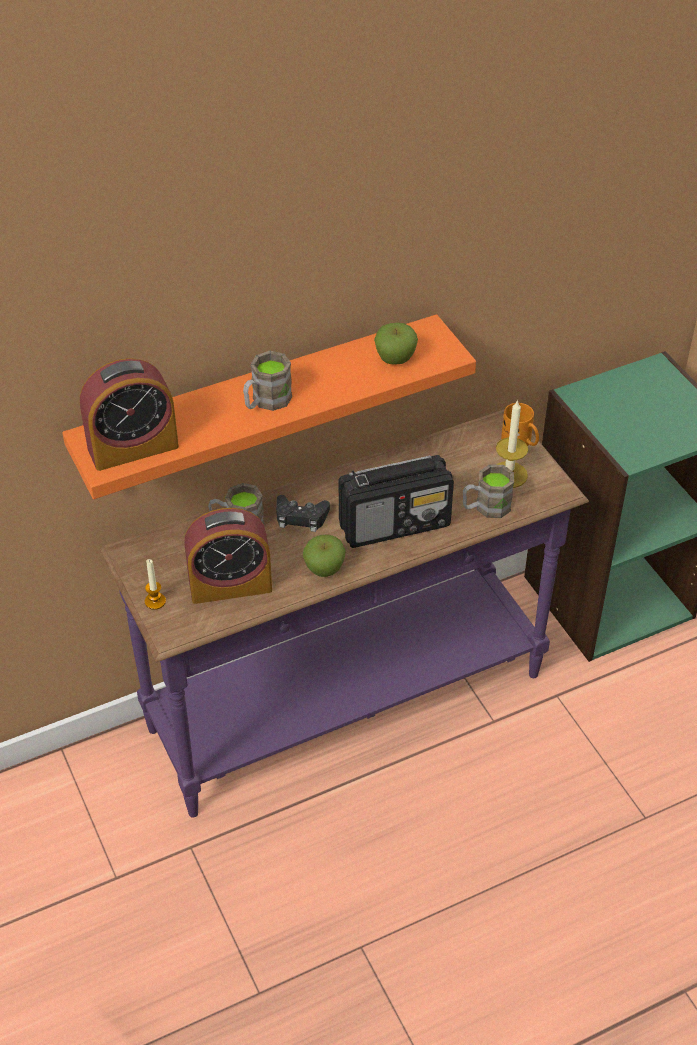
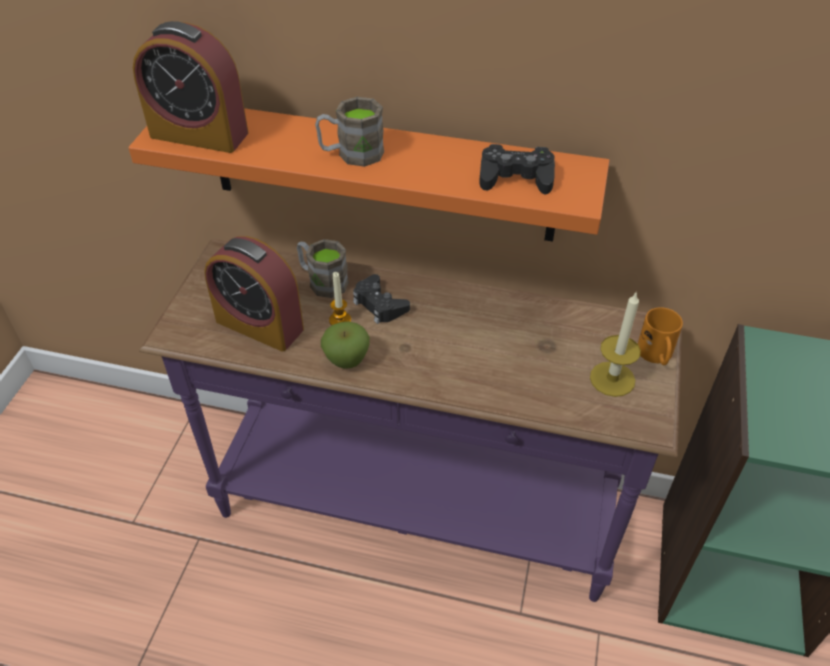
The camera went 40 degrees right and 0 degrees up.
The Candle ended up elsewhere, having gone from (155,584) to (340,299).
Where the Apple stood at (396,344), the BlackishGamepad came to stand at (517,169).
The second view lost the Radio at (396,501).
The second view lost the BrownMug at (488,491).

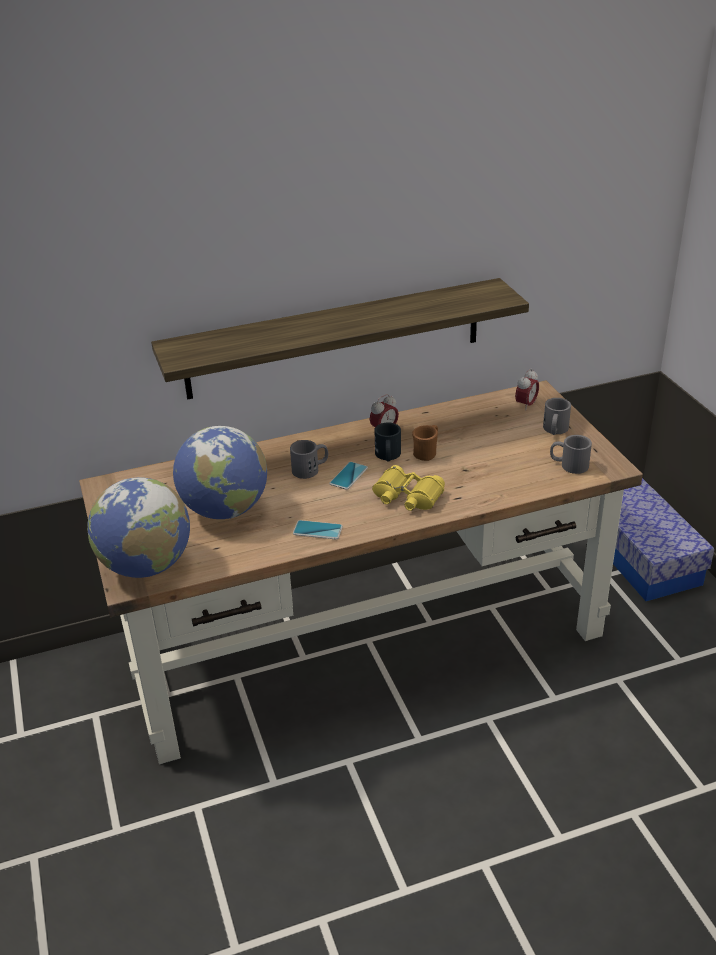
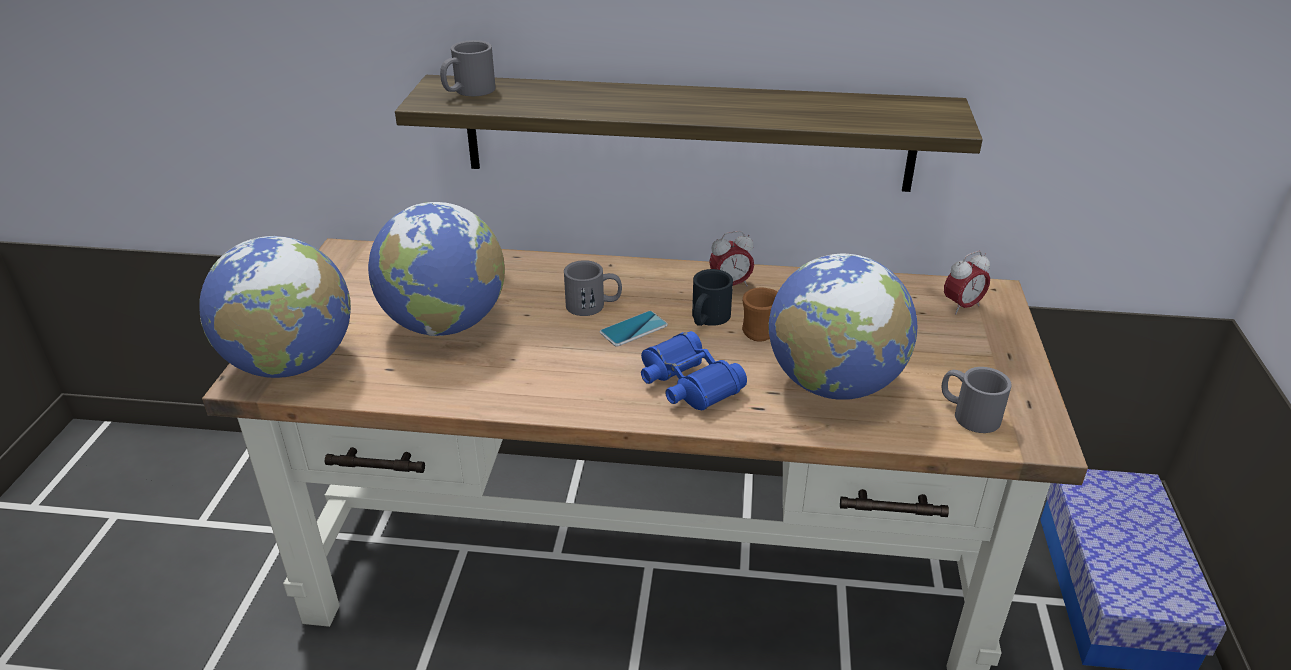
The camera went 25 degrees right and 0 degrees up.
The GreyishMug ended up elsewhere, having gone from (557,416) to (468,68).
What was the YellowColouredFieldGlasses at (408,488) turned into the BlueFieldGlasses at (694,370).
The second view gained the WorldGlobe at (842,327).
The second view lost the Telephone at (318,529).

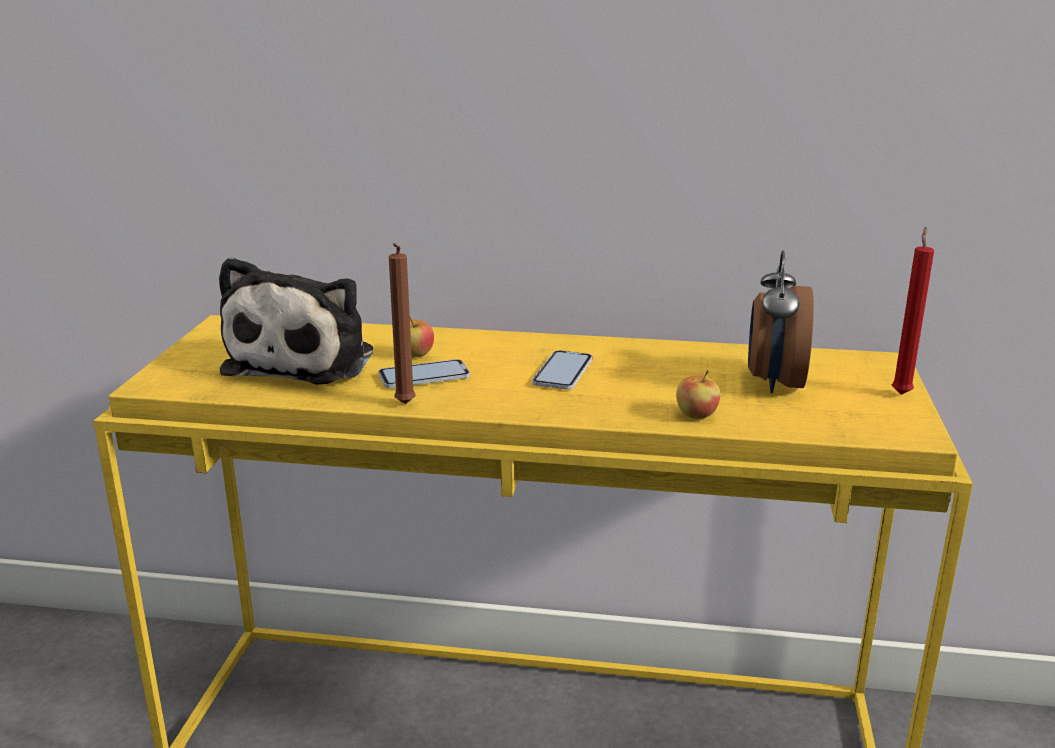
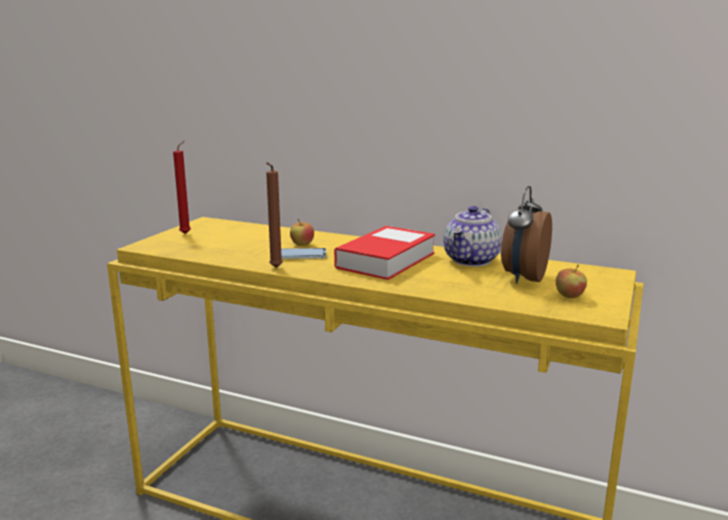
The camera went 15 degrees right and 5 degrees down.
The ReddishCandle ended up elsewhere, having gone from (913,311) to (182,187).
Where the Telephone stood at (562,370), the Book came to stand at (384,253).
The second view gained the Teapot at (472,236).
The Apple ended up elsewhere, having gone from (698,394) to (571,281).
The second view lost the SoftToy at (296,321).

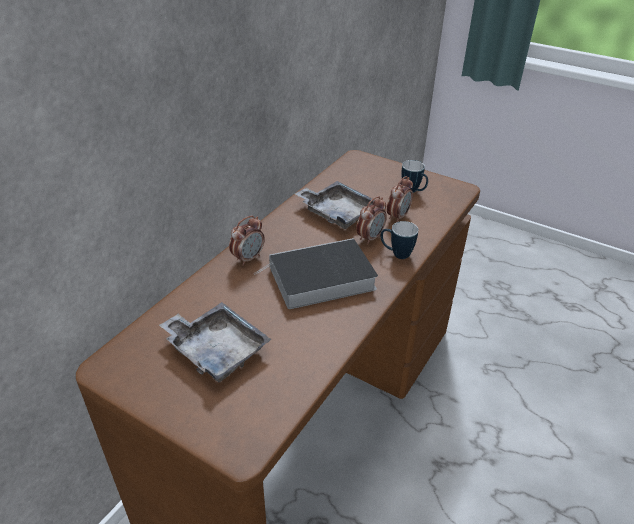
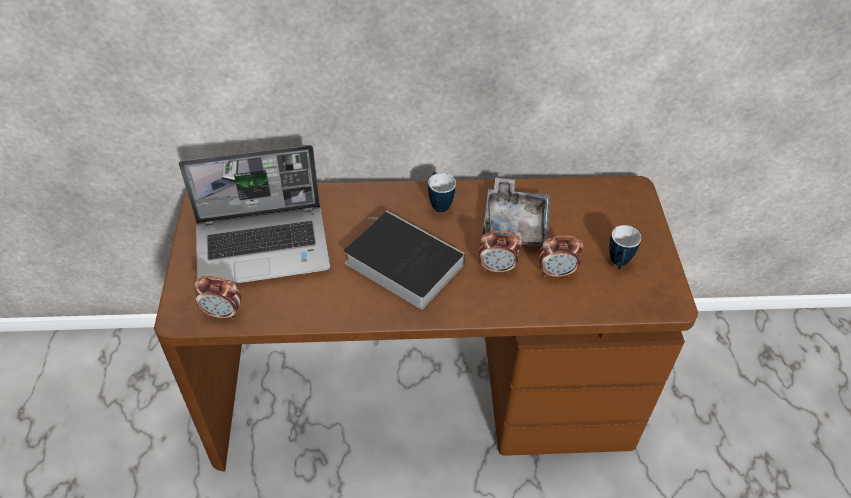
The camera went 55 degrees right and 10 degrees up.
Where the GreyishCarryingTray stood at (216,342), the NotebookComputer came to stand at (254,214).
The BedsideClock ended up elsewhere, having gone from (247,240) to (217,298).
The Mug ended up elsewhere, having gone from (399,240) to (442,192).

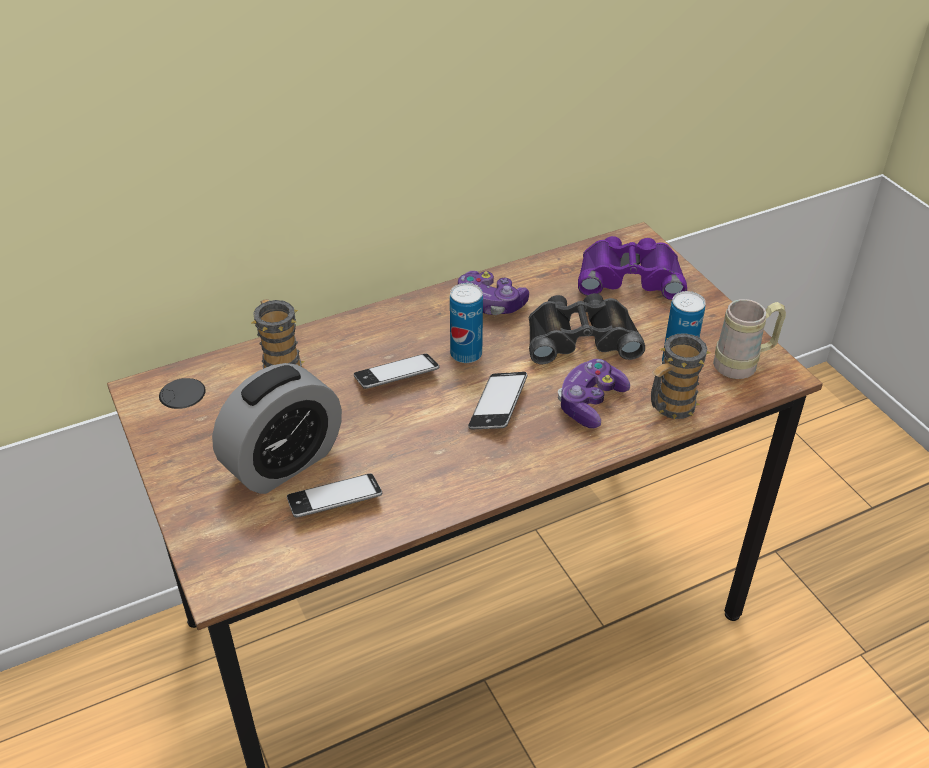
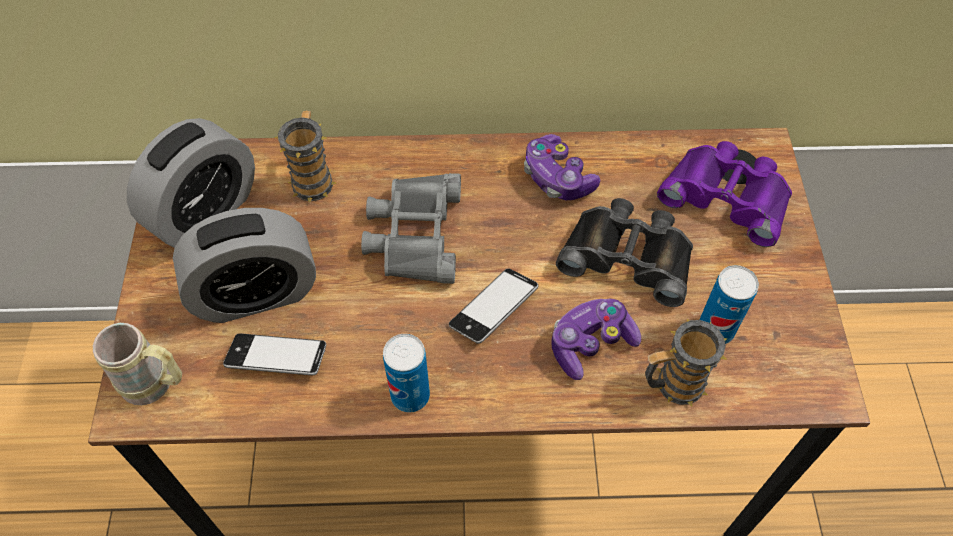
The camera went 25 degrees right and 15 degrees up.
The BeigeColouredMug ended up elsewhere, having gone from (749,339) to (137,364).
The second view gained the BedsideClock at (191,183).
Where the Telephone stood at (396,371), the GreyishFieldGlasses came to stand at (411,228).
The MetalCan ended up elsewhere, having gone from (466,323) to (406,373).

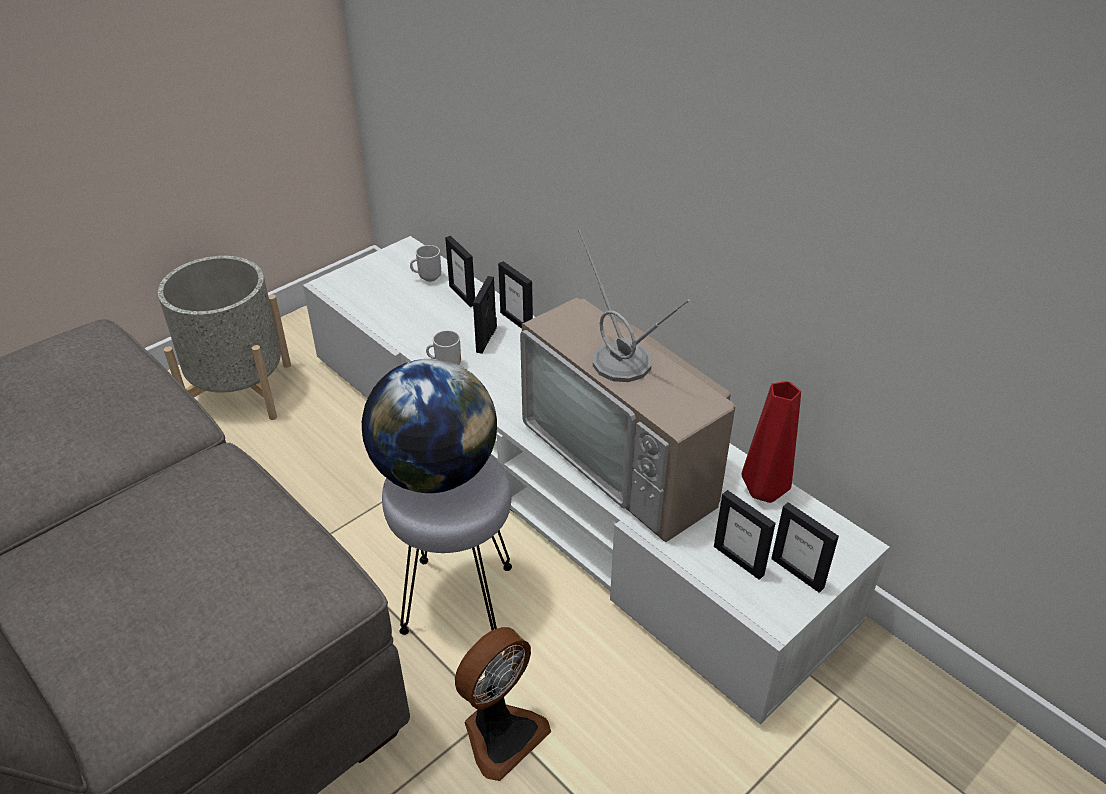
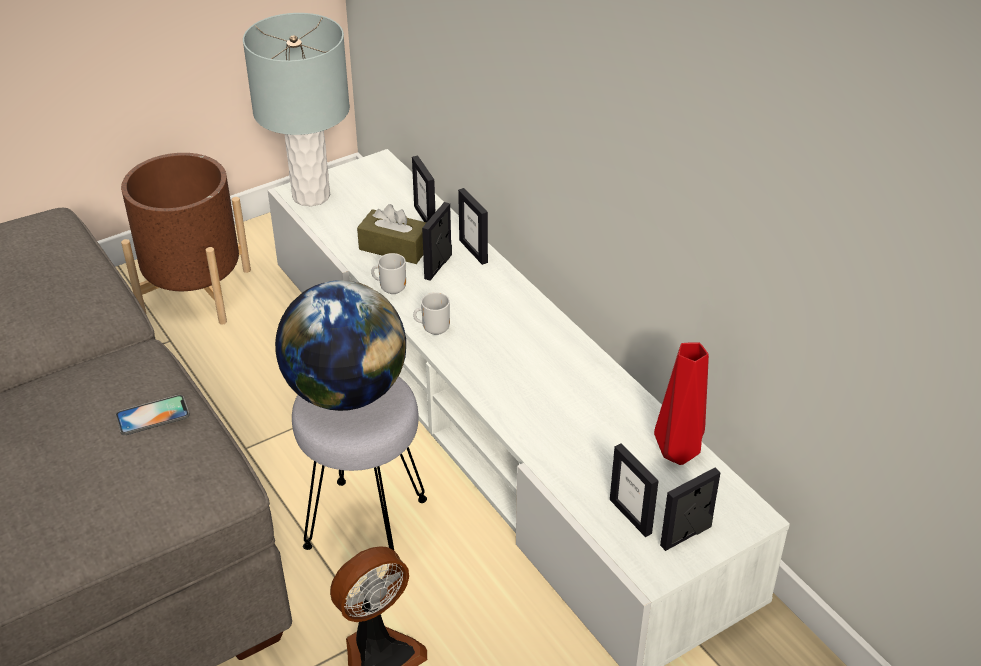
The camera went 10 degrees right and 0 degrees up.
The second view gained the Telephone at (153,415).
What was the GreyishPlantPot at (224,338) turned into the BrownPlantPot at (186,239).
The second view gained the GreyishTabletopLamp at (296,109).
The second view gained the BrownTissueBox at (392,234).
The Mug ended up elsewhere, having gone from (425,263) to (431,313).
The StandingFrame at (805,547) ended up facing another way, 90 degrees clockwise from before.
The second view lost the Television at (628,386).

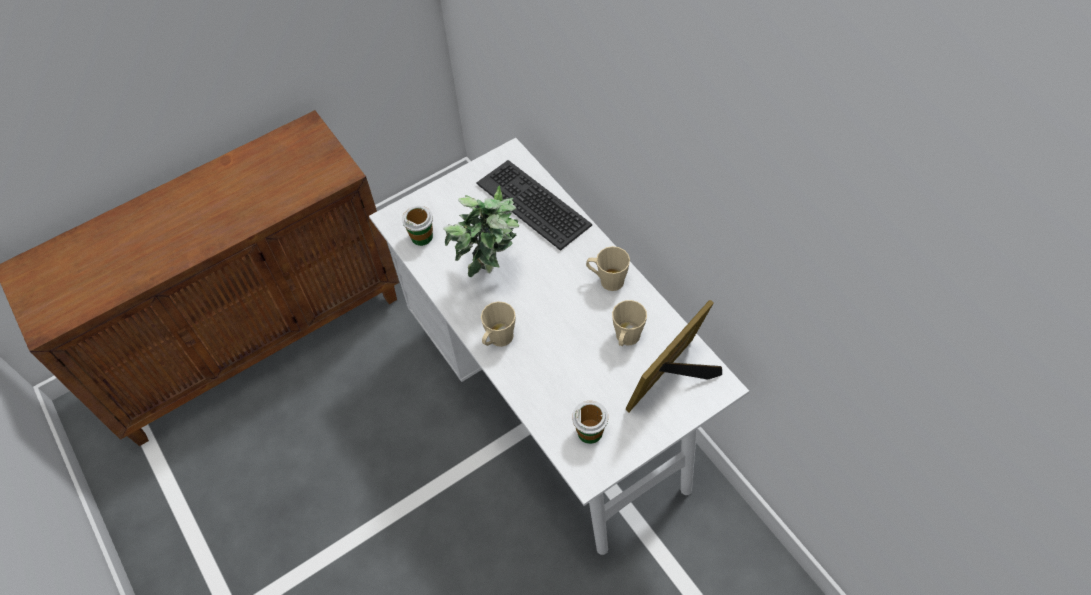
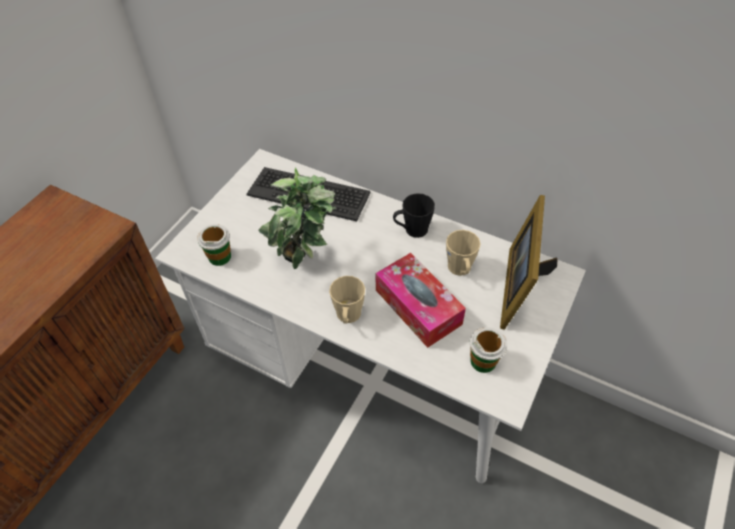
The camera went 30 degrees left and 5 degrees down.
The second view gained the TissueBox at (421,300).
What was the BeigeColouredMug at (608,268) turned into the BlackishMug at (414,215).

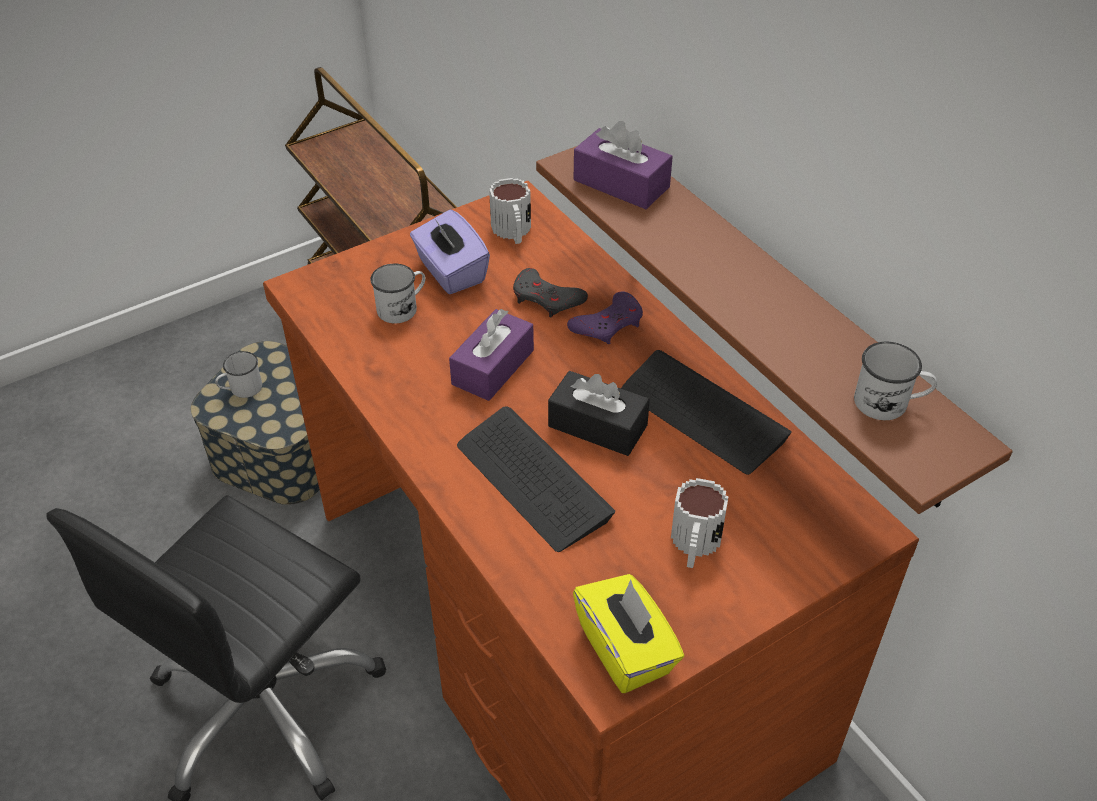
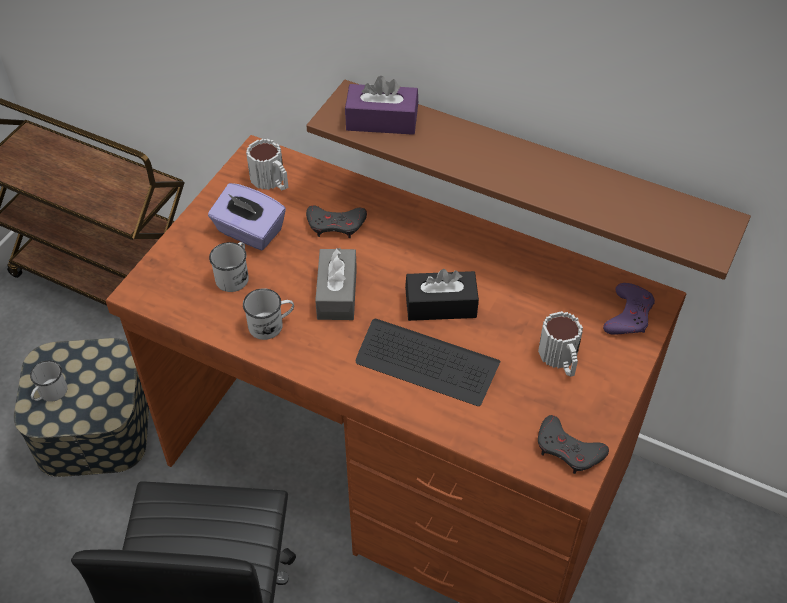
The camera went 30 degrees left and 5 degrees up.
The WhiteColouredMug ended up elsewhere, having gone from (895,381) to (268,314).
What was the PurpleColouredTissueBox at (491,355) turned into the GreyishTissueBox at (336,284).
Where the YellowColouredTissueBox stood at (628,633), the GreyishGamepad came to stand at (573,444).
The PurpleColouredGamepad ended up elsewhere, having gone from (605,317) to (629,309).
The second view lost the ComputerKeyboard at (706,412).

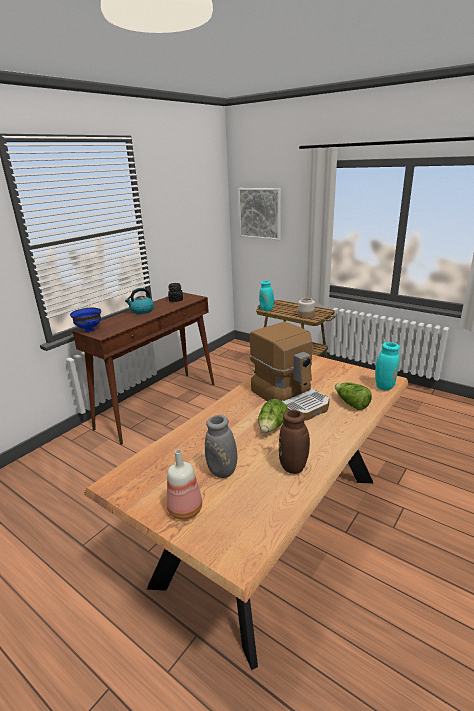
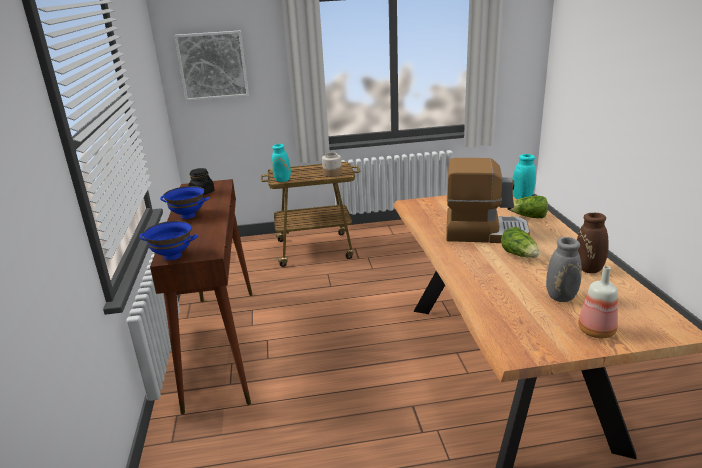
The camera went 45 degrees left and 0 degrees up.
Where the Kettle stood at (139,301), the BlueServingBowl came to stand at (185,202).

